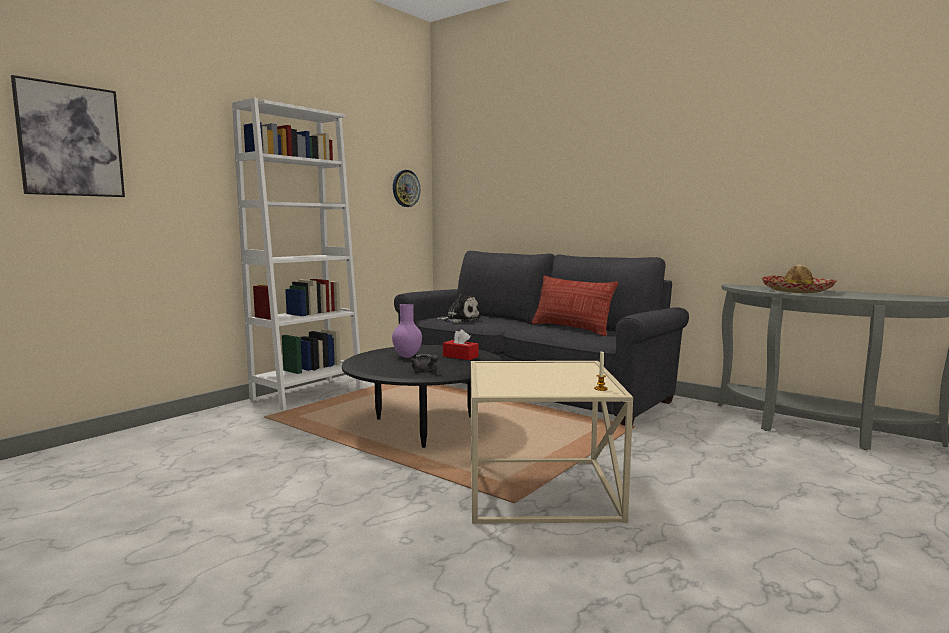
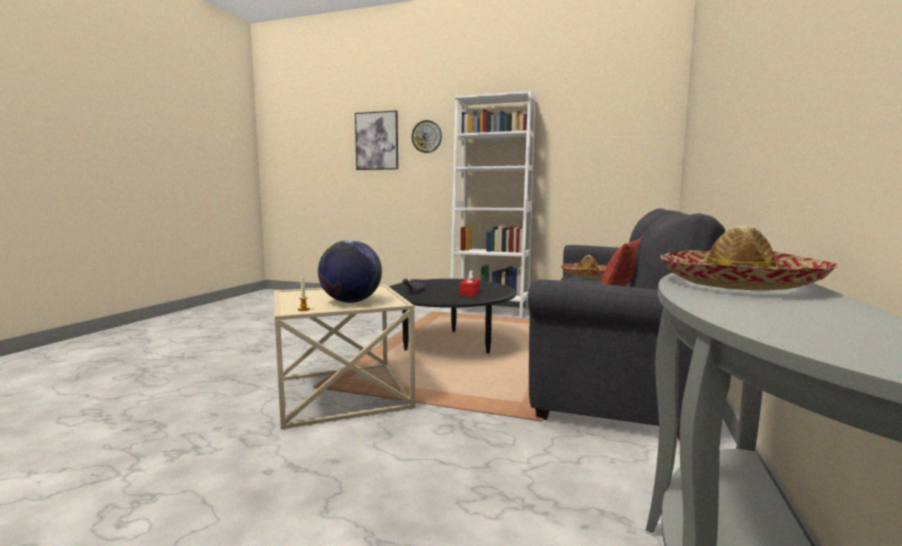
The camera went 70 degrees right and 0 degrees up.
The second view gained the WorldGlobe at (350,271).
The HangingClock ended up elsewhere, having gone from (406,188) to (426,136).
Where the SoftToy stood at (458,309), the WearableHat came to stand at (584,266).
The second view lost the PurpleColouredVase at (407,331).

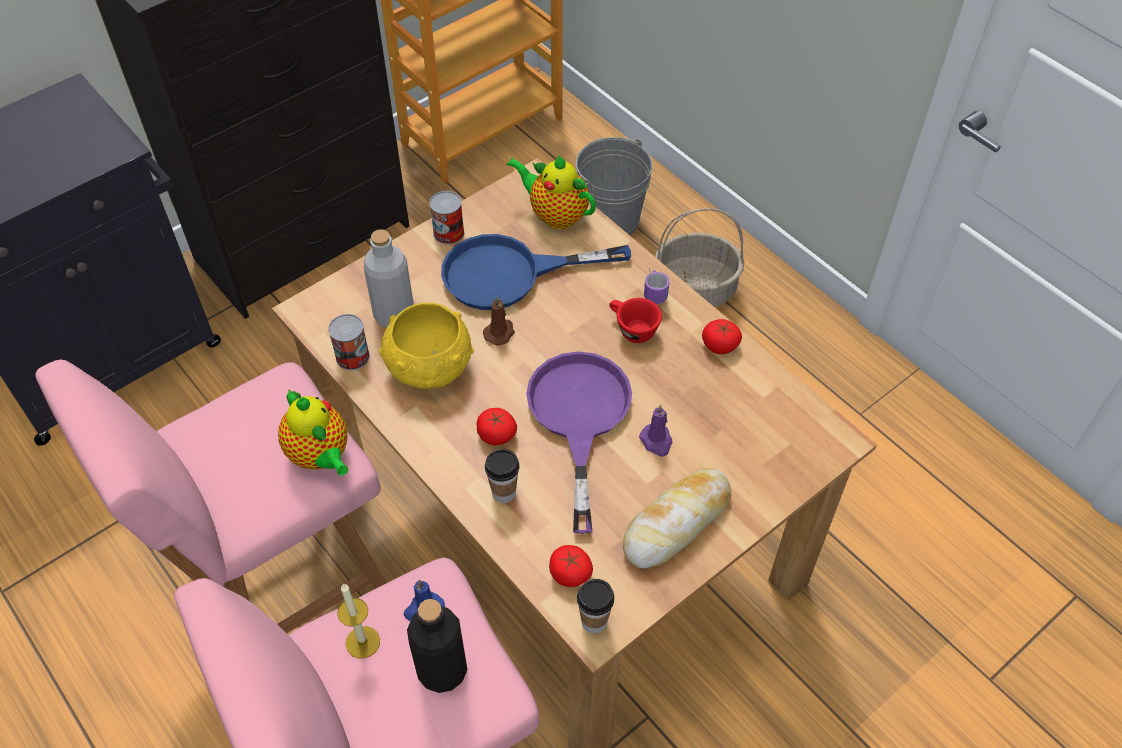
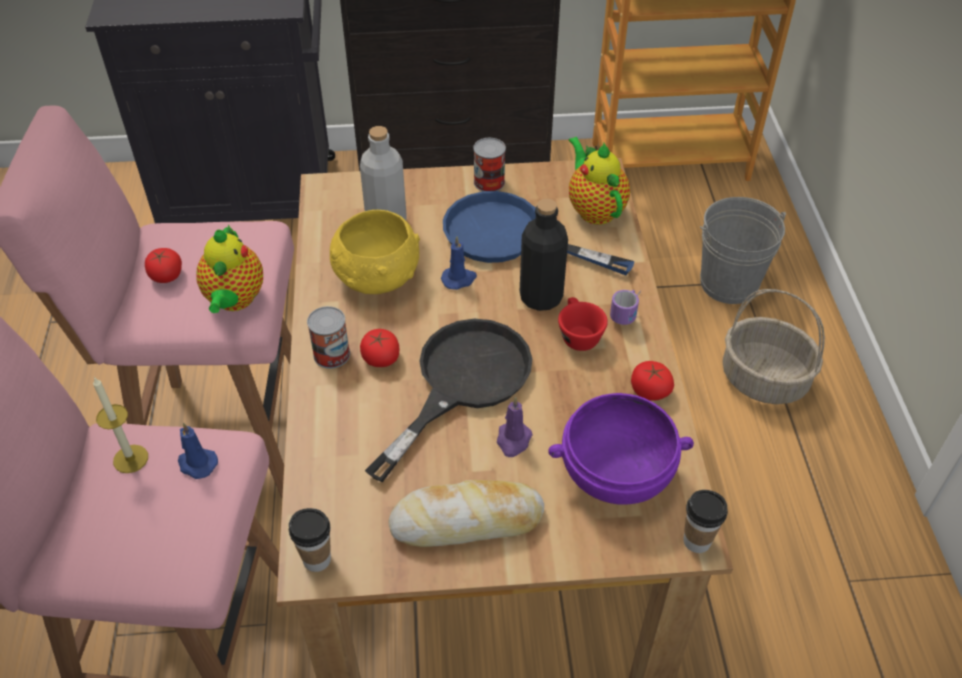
The camera went 35 degrees right and 5 degrees down.
The Tomato ended up elsewhere, having gone from (571,566) to (163,265).
The MetalCan ended up elsewhere, having gone from (349,342) to (328,337).
What was the PurpleColouredPan at (579,442) turned into the BlackishPan at (448,400).
What was the BrownCandle at (499,321) turned into the BlueCandle at (459,263).
The BlackishDrinkBottle ended up elsewhere, having gone from (437,646) to (544,254).
The second view gained the PurpleColouredServingBowl at (621,449).
The DrinkingCup ended up elsewhere, having gone from (502,476) to (706,521).

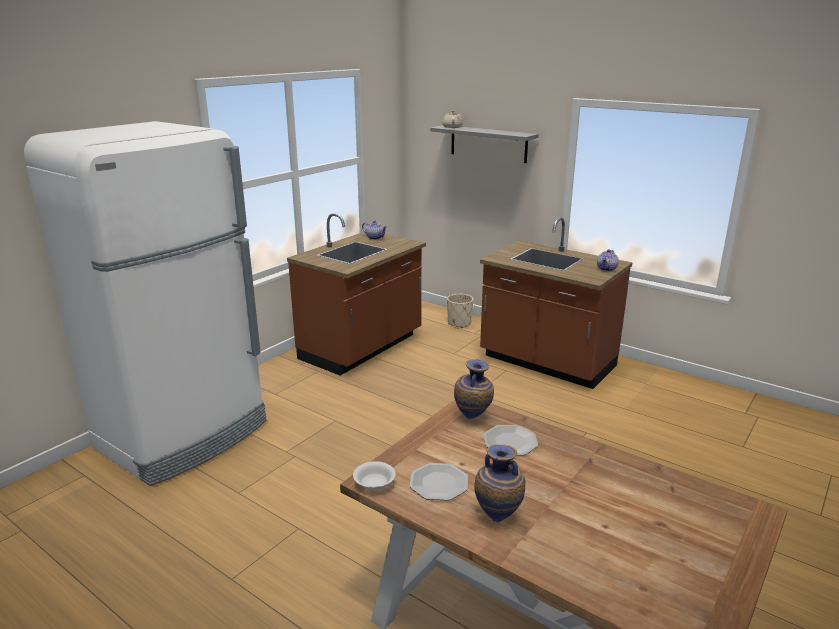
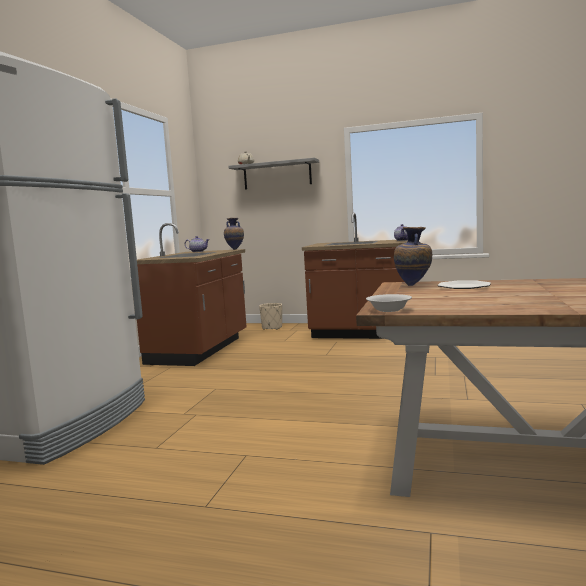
The camera went 20 degrees left and 15 degrees down.
The Vase ended up elsewhere, having gone from (499,483) to (234,234).
The second view lost the DinnerPlate at (438,482).

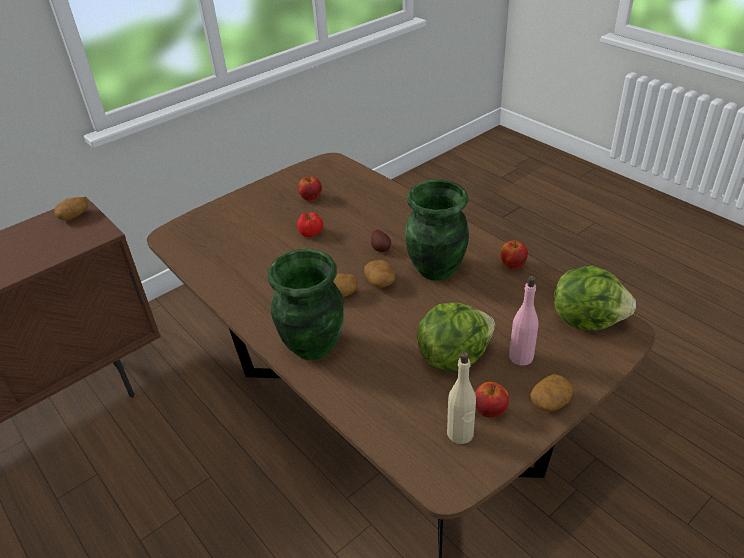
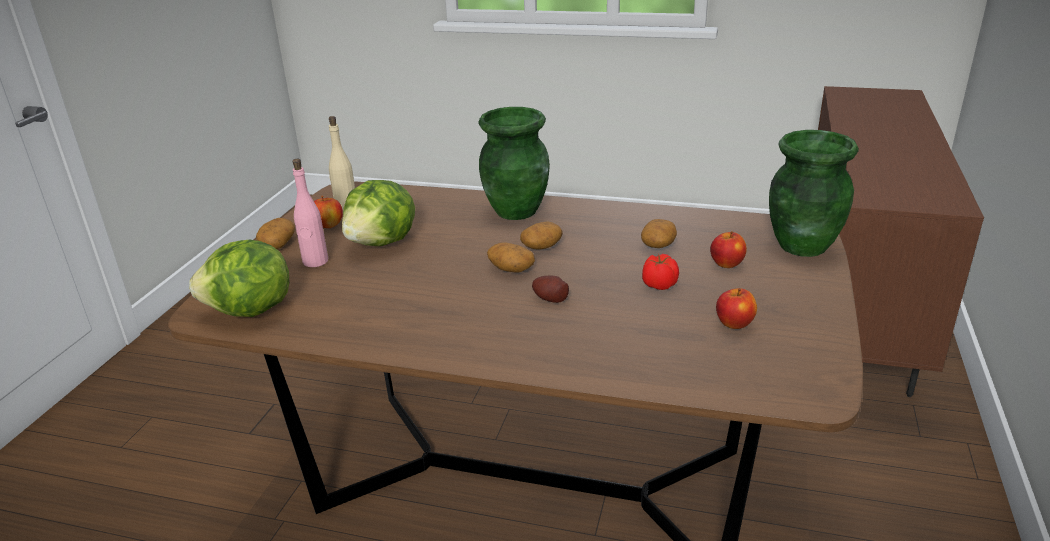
The camera went 145 degrees right and 10 degrees down.
The Spud ended up elsewhere, having gone from (71,209) to (659,233).
The Apple ended up elsewhere, having gone from (514,254) to (728,249).
The GreenVase ended up elsewhere, having gone from (437,230) to (814,193).

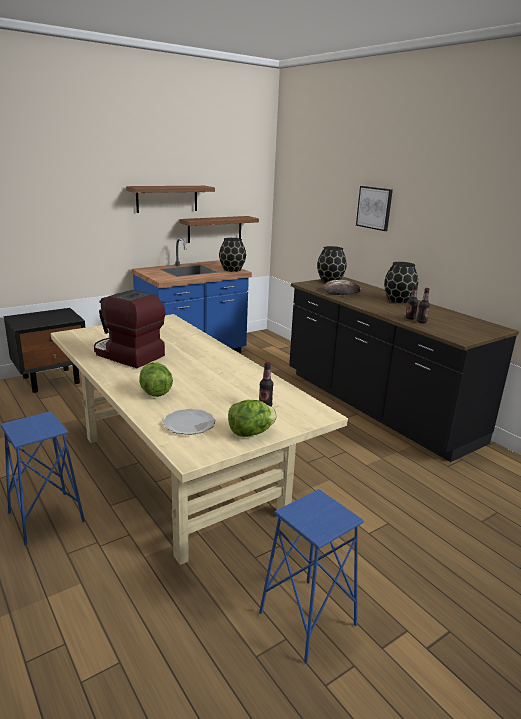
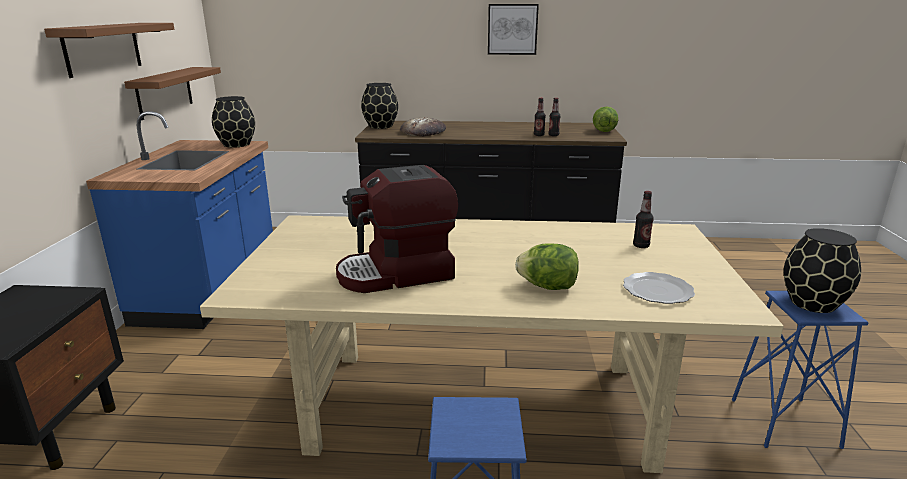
The camera went 50 degrees left and 0 degrees up.
The WallArt ended up elsewhere, having gone from (374,208) to (513,29).
The Lettuce ended up elsewhere, having gone from (252,418) to (605,119).
The BlackishVase ended up elsewhere, having gone from (401,282) to (822,270).

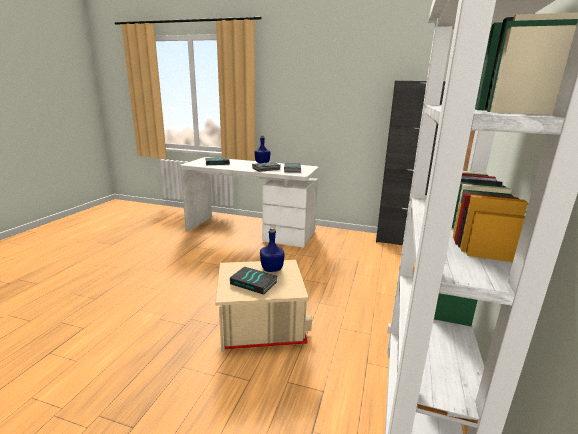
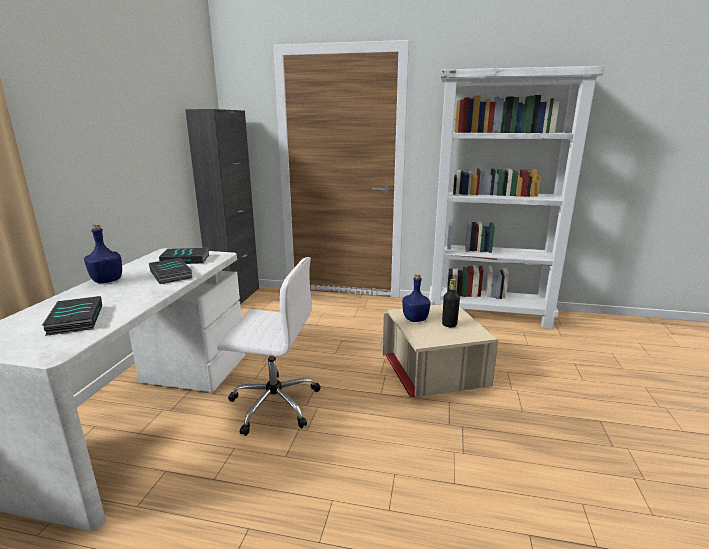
The camera went 95 degrees left and 0 degrees up.
The second view gained the WhiteColouredDeskChair at (269,346).
Where the Book stood at (253,280), the BlackishDrinkBottle came to stand at (451,303).

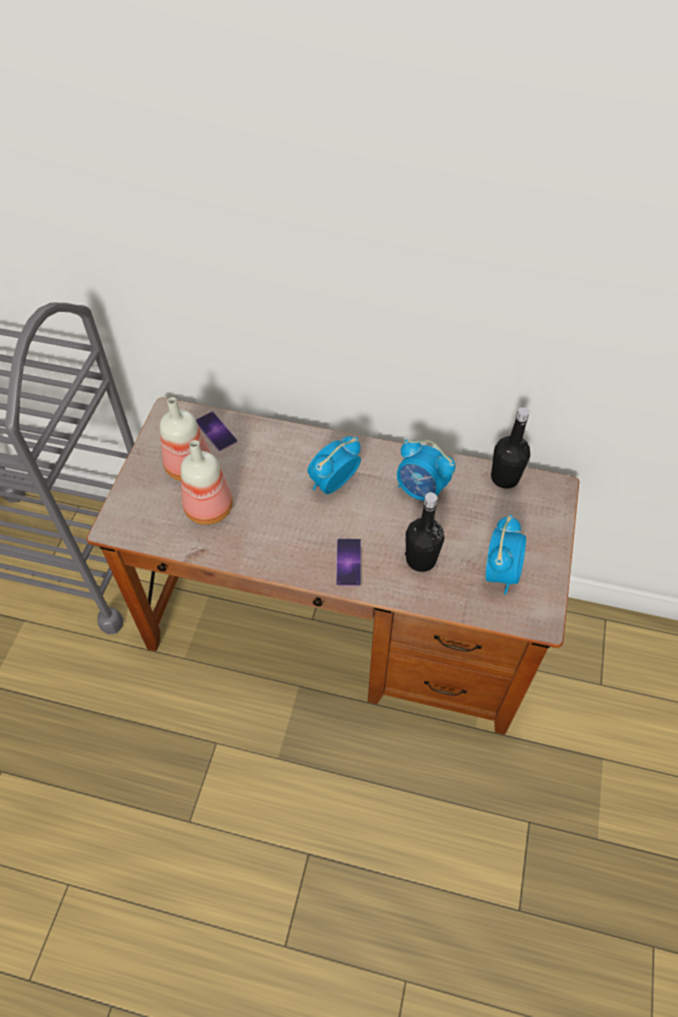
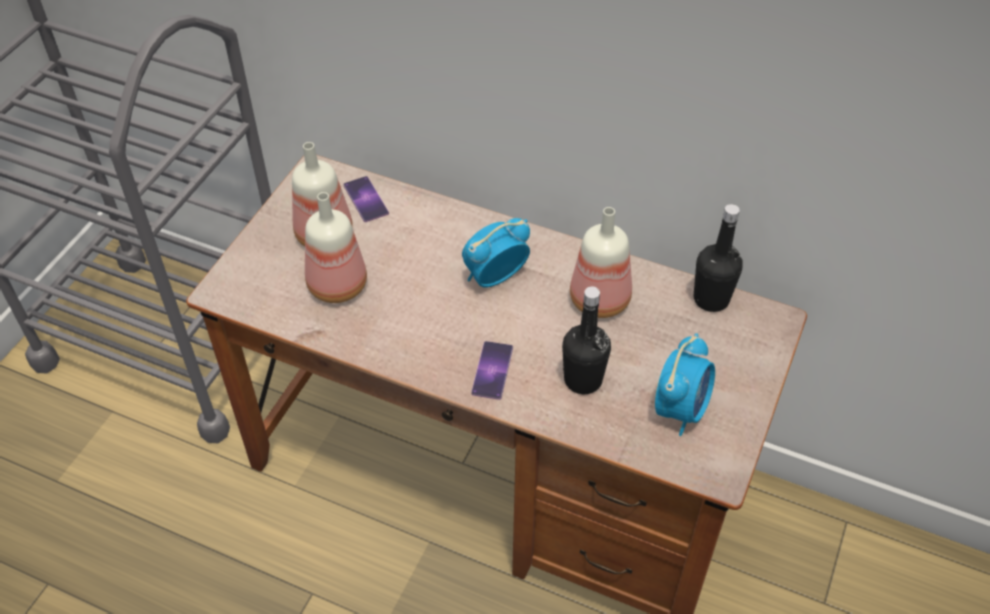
The camera went 10 degrees right and 5 degrees down.
Where the BedsideClock stood at (426,469), the DrinkBottle came to stand at (601,262).

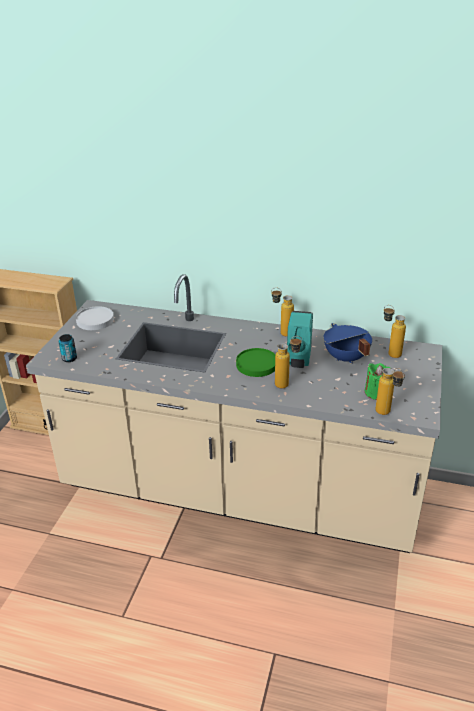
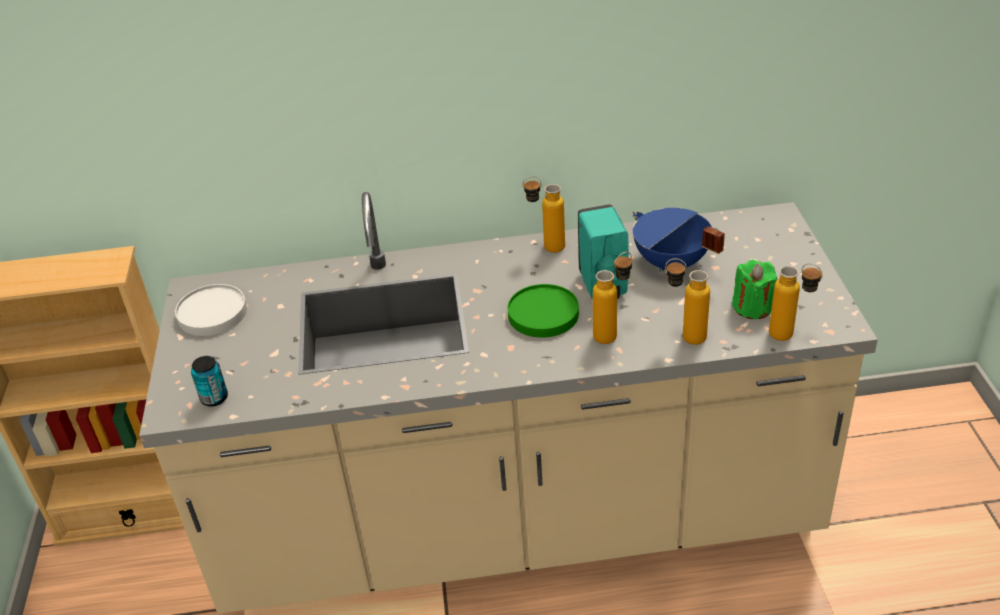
The camera went 20 degrees left and 5 degrees up.
The DrinkBottle ended up elsewhere, having gone from (395,331) to (687,301).

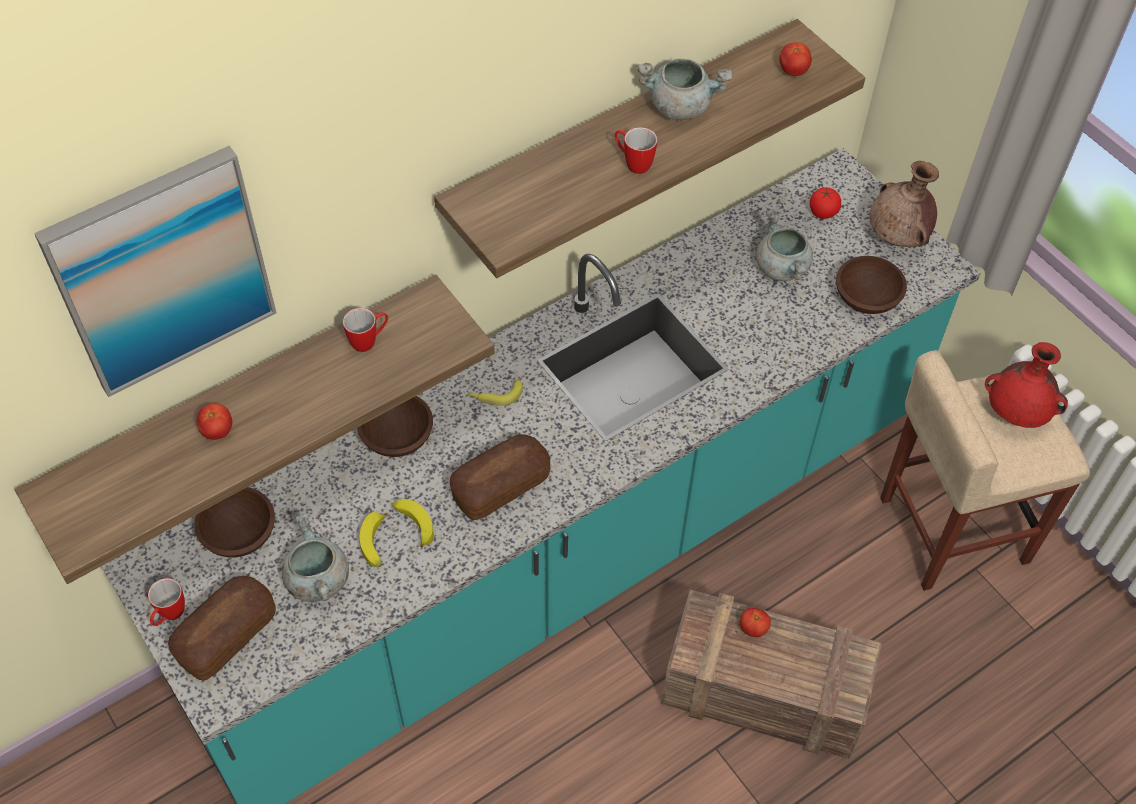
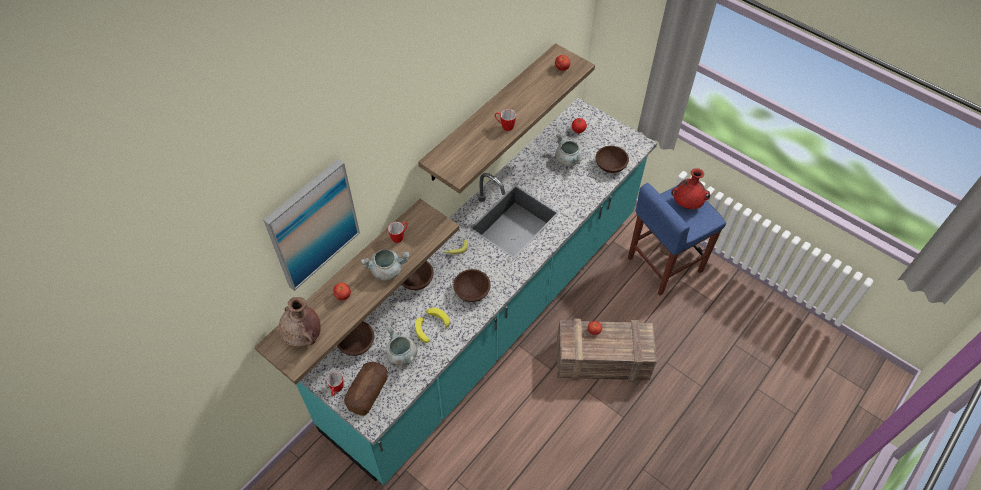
The camera went 15 degrees left and 0 degrees up.
The BrownVase ended up elsewhere, having gone from (904,204) to (300,322).
The GreyishStockpot ended up elsewhere, having gone from (685,89) to (385,265).
Where the Bread stood at (500,477), the BrownServingBowl came to stand at (472,285).
What was the BeigeColouredStoolSeat at (985,470) turned into the BlueStoolSeat at (677,239).

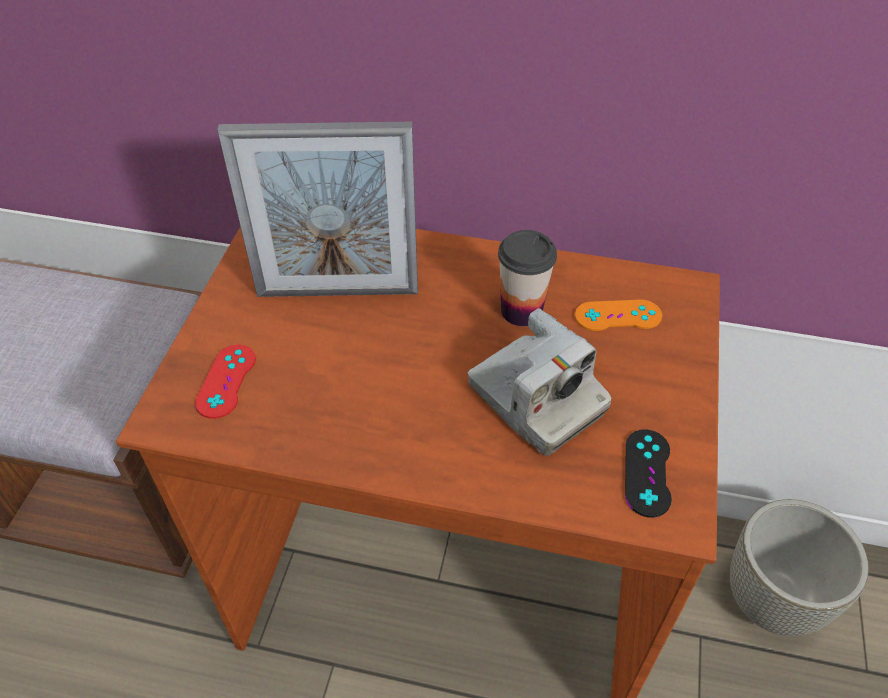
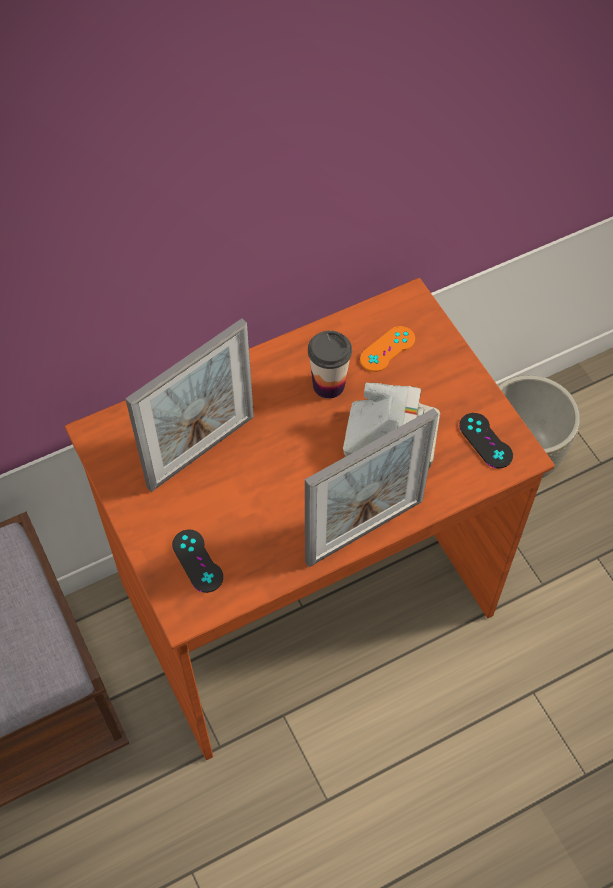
The camera went 40 degrees left and 10 degrees up.
What was the ReddishGamepad at (225,382) turned into the BlackishGamepad at (197,561).
The second view gained the StandingFrame at (371,487).

